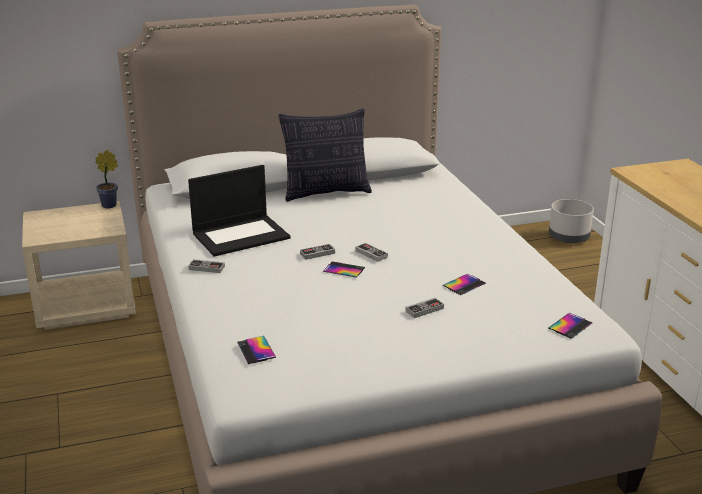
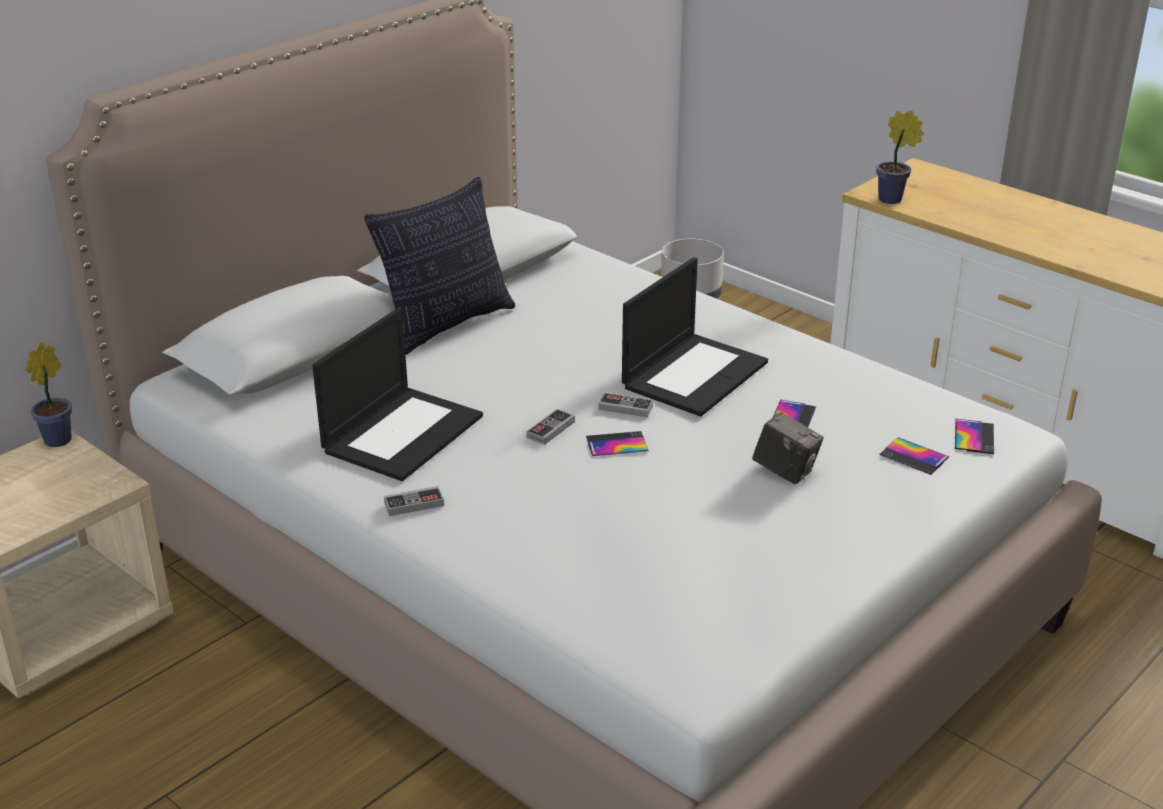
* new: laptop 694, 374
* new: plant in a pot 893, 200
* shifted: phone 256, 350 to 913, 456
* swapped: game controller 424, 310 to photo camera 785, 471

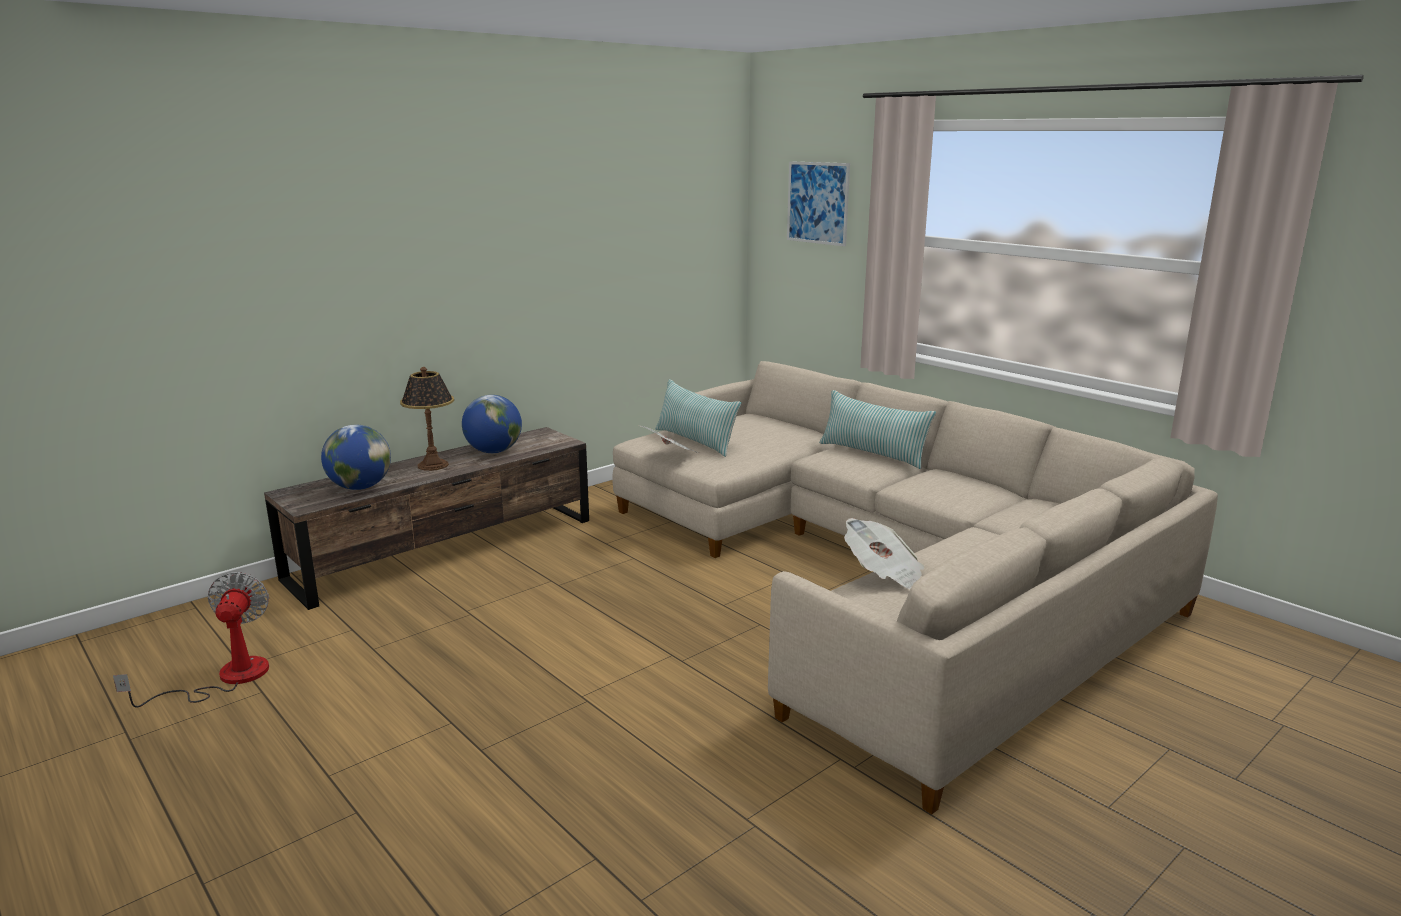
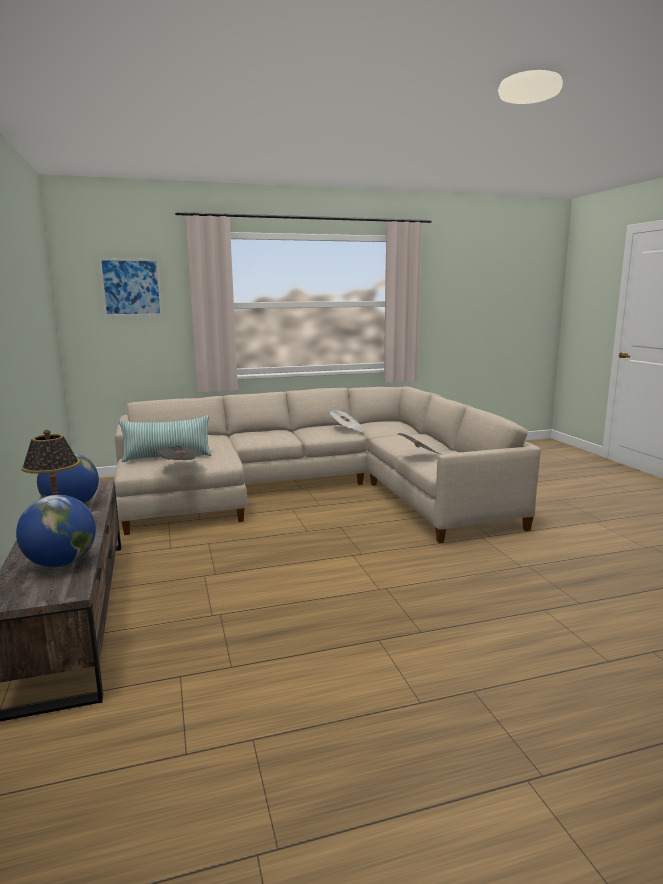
* gone: electric fan 226, 678
* gone: throw pillow 873, 453
* new: daily paper 347, 430

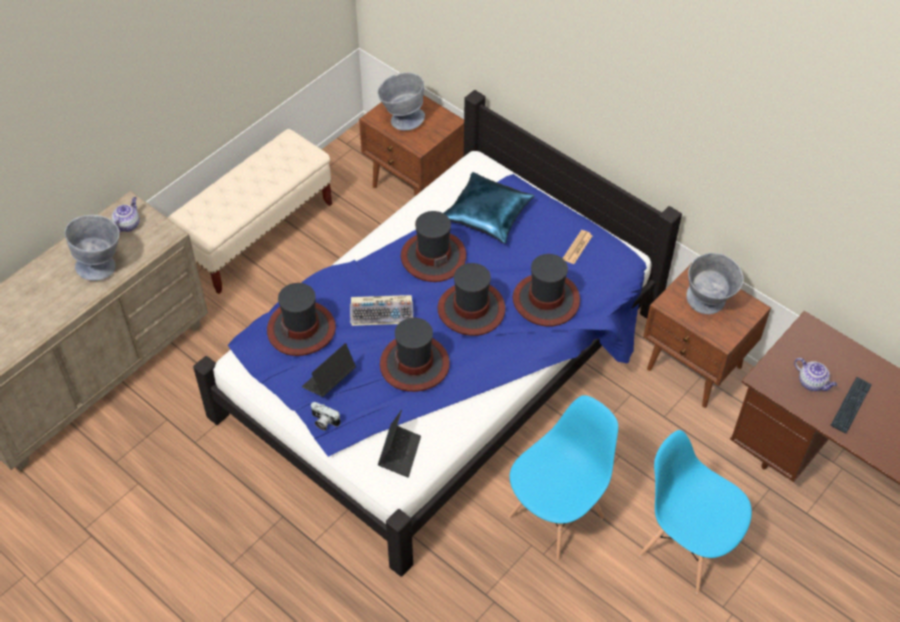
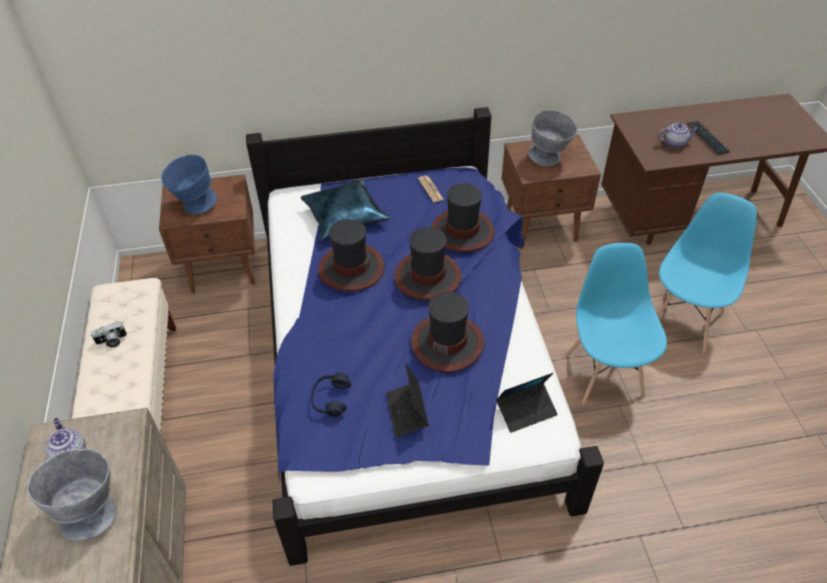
* gone: keyboard 382, 313
* shifted: photo camera 323, 421 to 111, 341
* swapped: hat 301, 329 to bluish headphones 331, 399
* repainted: grey serving bowl 401, 119 to bluish serving bowl 194, 205
* rotated: laptop 399, 453 = 526, 410 105 degrees clockwise
* rotated: bluish plain chair 685, 548 = 685, 320 135 degrees clockwise

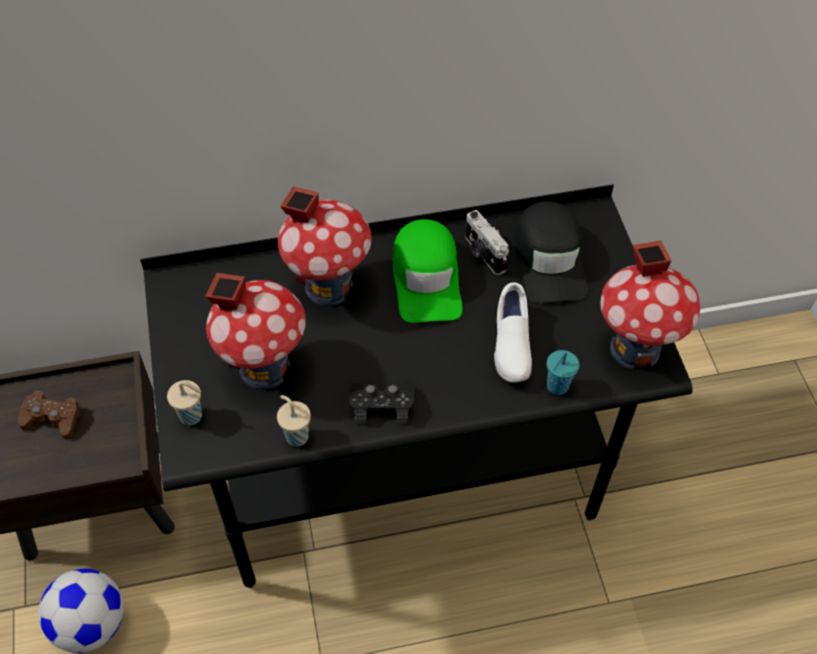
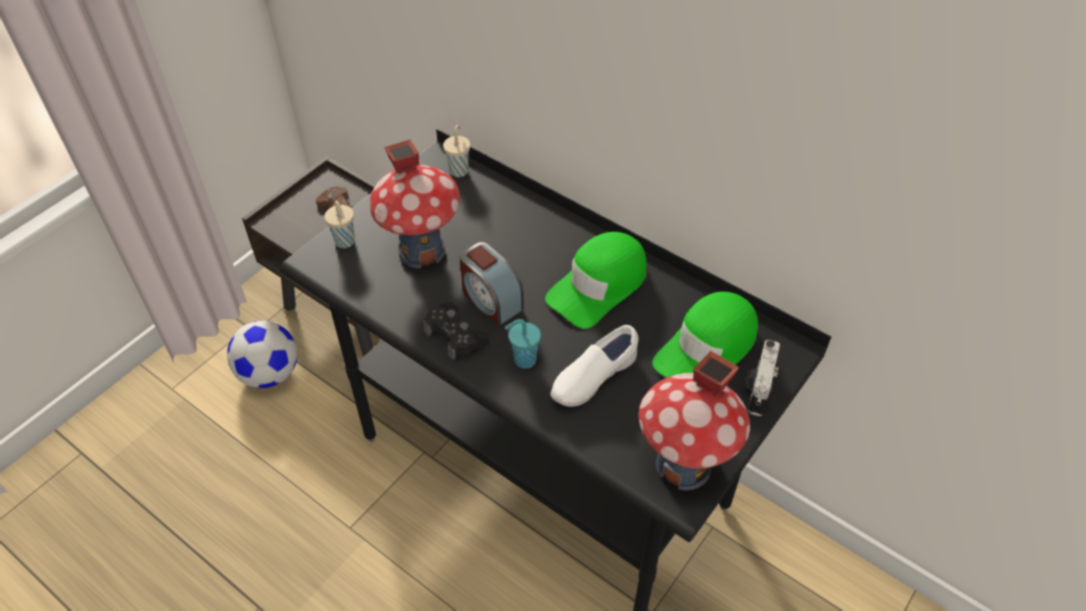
* gone: toy house 328, 286
* new: alarm clock 491, 300
* shifted: beige-coloured small cup 296, 435 to 459, 170
* shifted: photo camera 483, 254 to 758, 388
* shifted: turquoise-coloured small cup 556, 387 to 523, 360
* repainted: black-coloured cap 549, 259 to greenish cap 707, 349

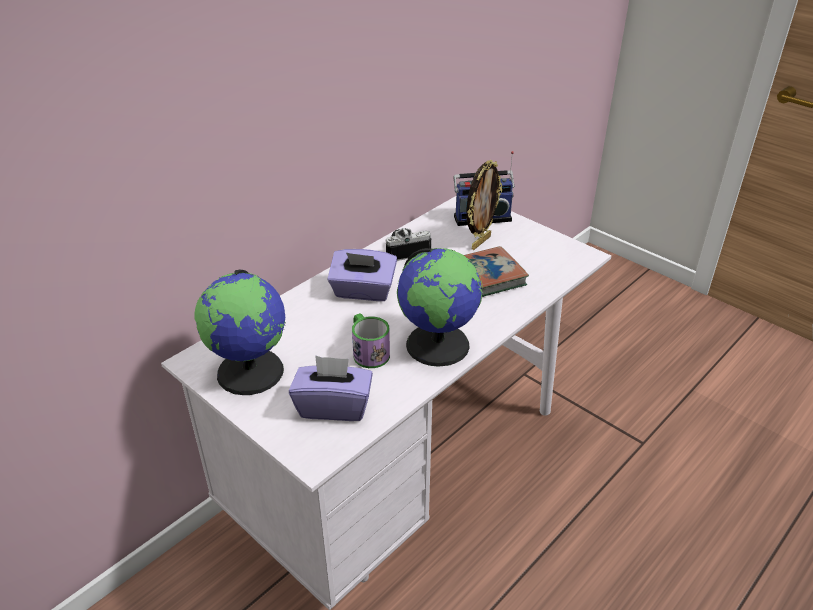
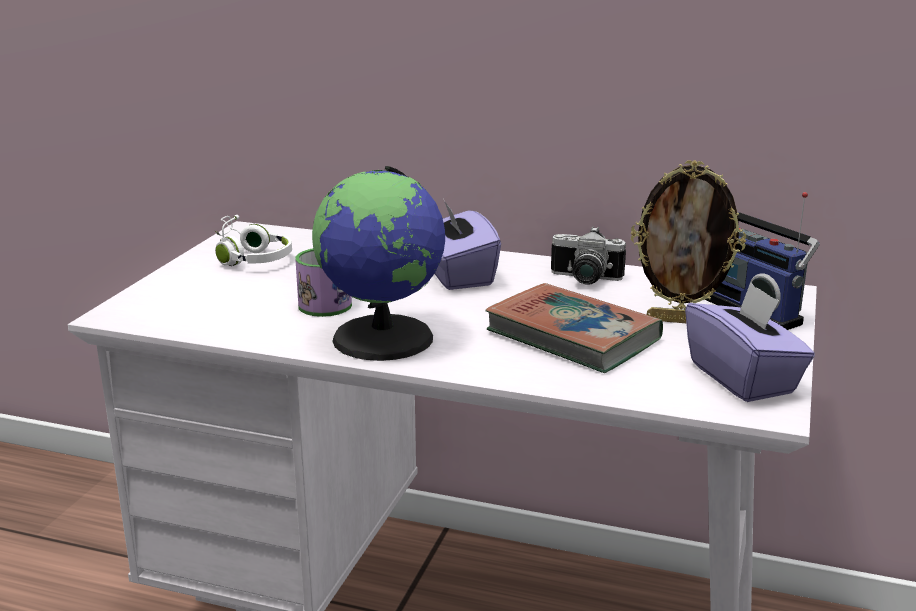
* shifted: purple-coloured box of tissues 334, 406 to 743, 378
* swapped: desk globe 251, 371 to white headphones 248, 257
* rotated: photo camera 405, 251 = 584, 279 150 degrees clockwise

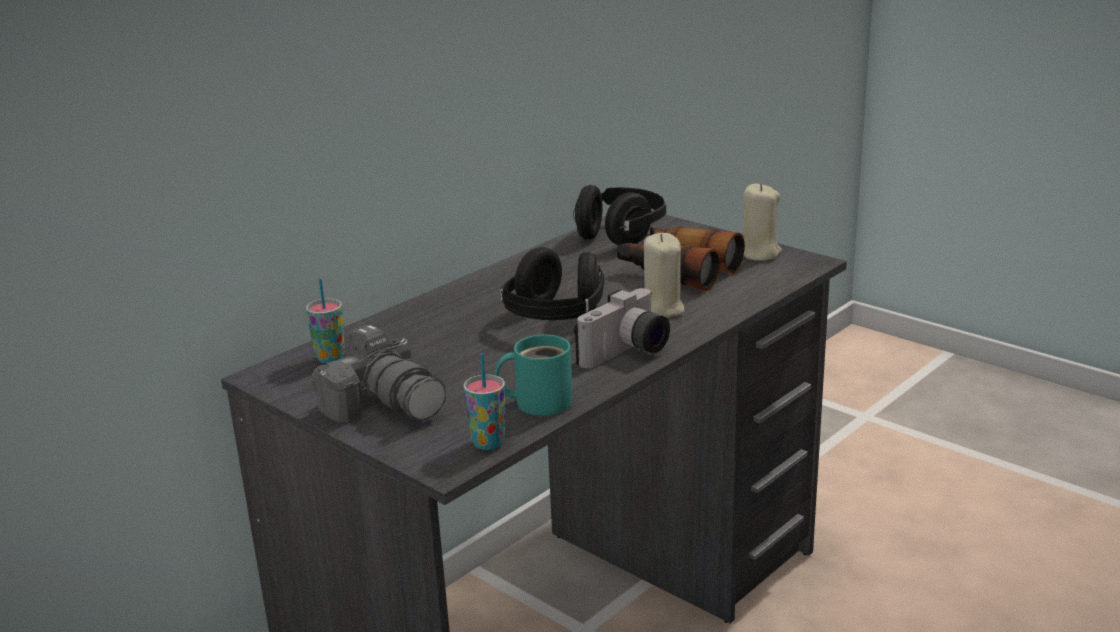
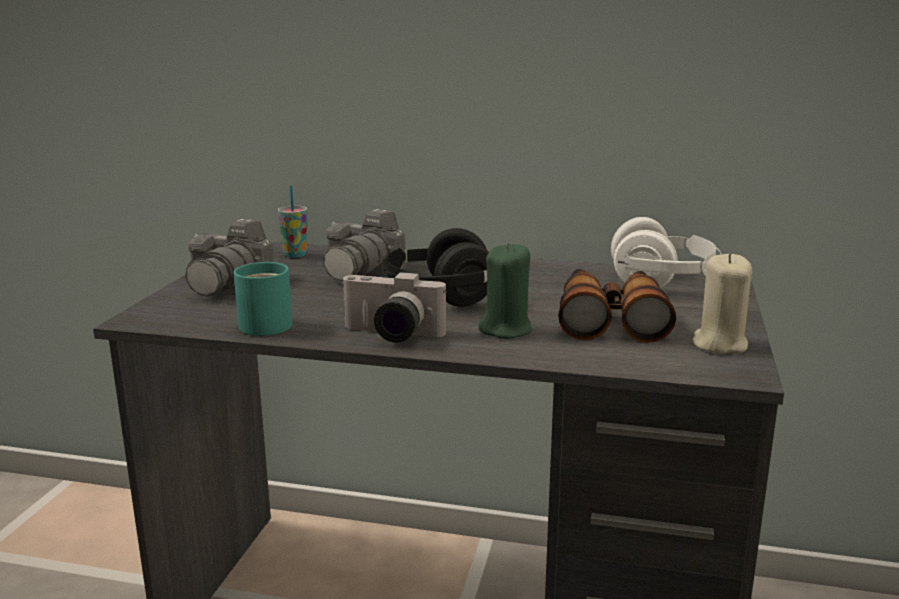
* gone: small cup 488, 443
* new: photo camera 363, 270
* repainted: black-coloured headphones 620, 235 to white headphones 663, 283
* repainted: beige-coloured candle 661, 309 to greenish candle 506, 329

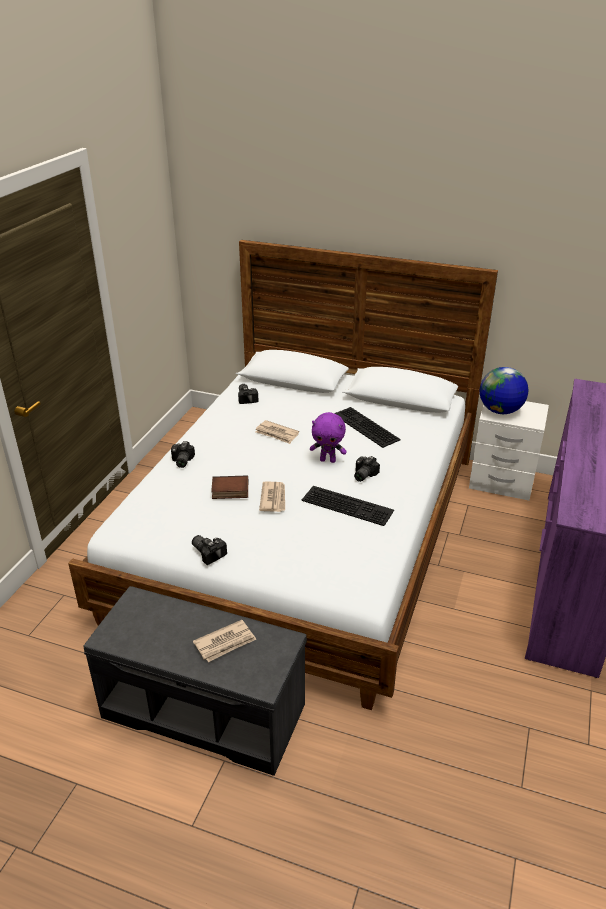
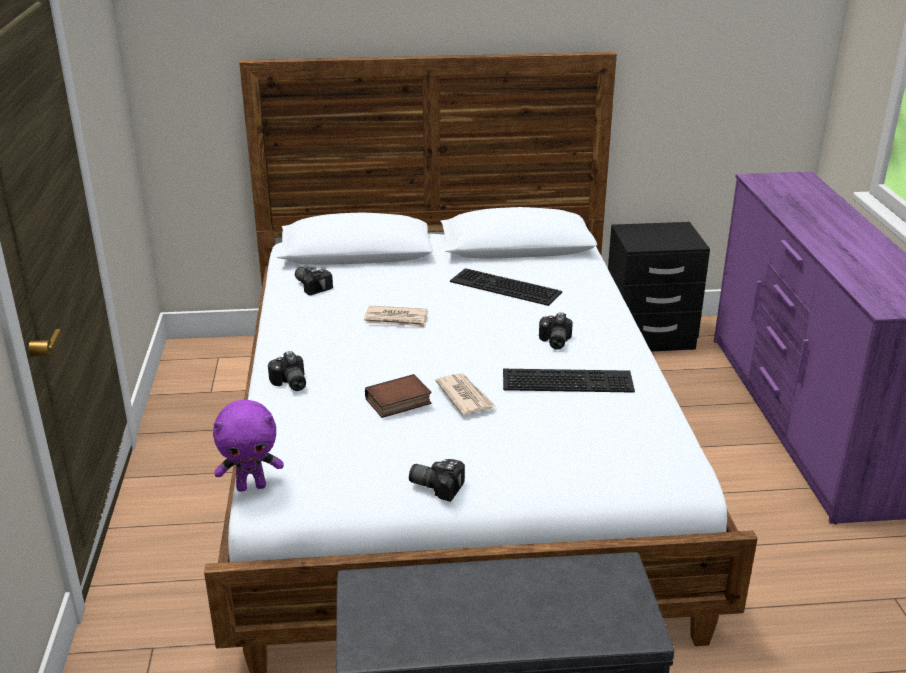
* gone: daily paper 225, 643
* gone: desk globe 500, 411
* shifted: purple-coloured cuddly toy 328, 460 to 251, 486
* repainted: white nightstand 501, 481 to black-coloured nightstand 648, 336

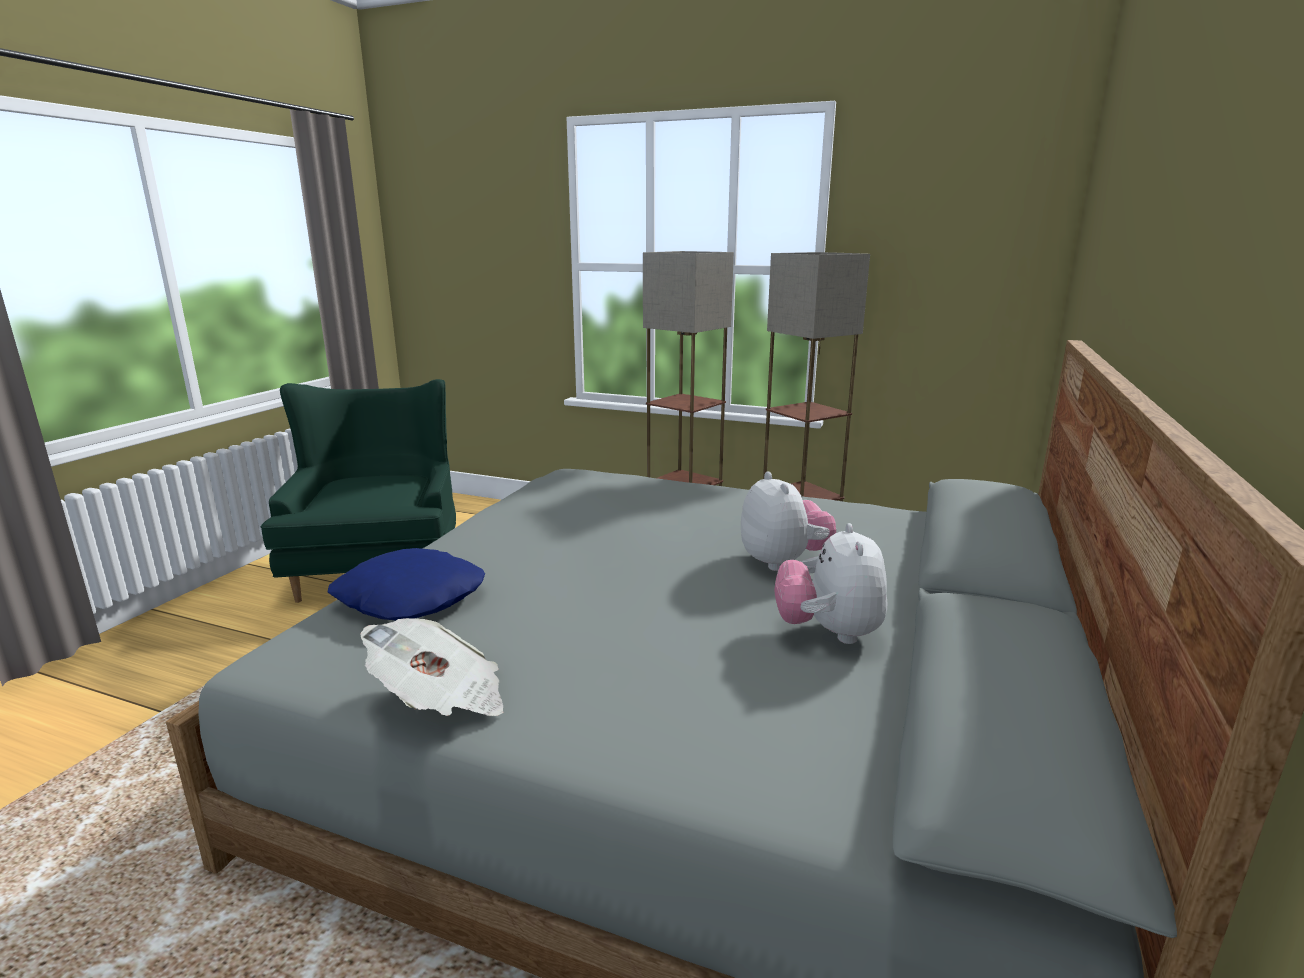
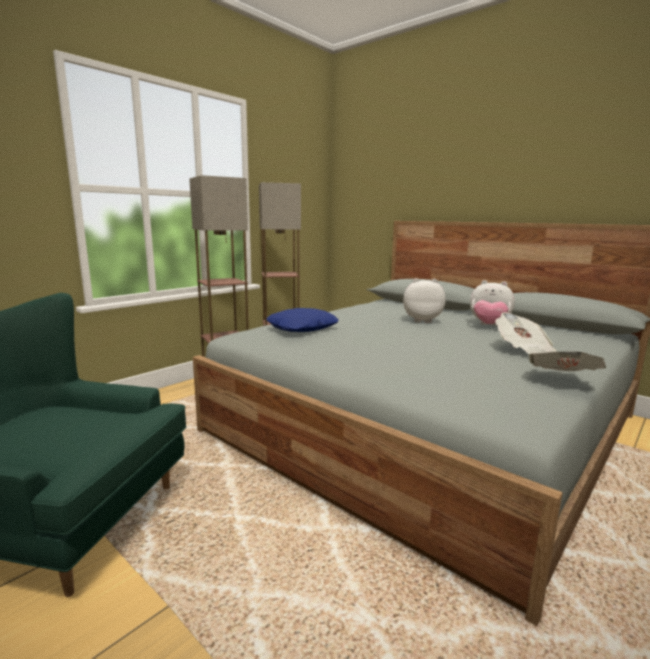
* new: daily paper 523, 351
* shifted: bluish throw pillow 409, 598 to 302, 328

